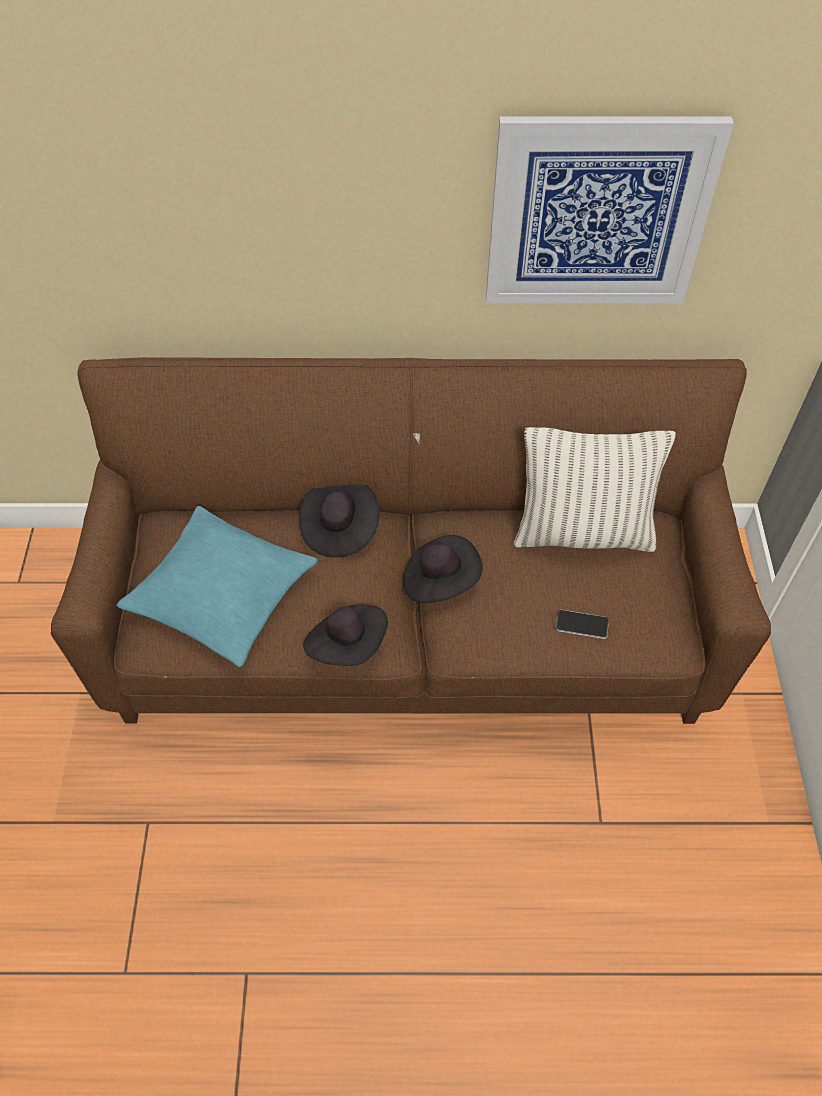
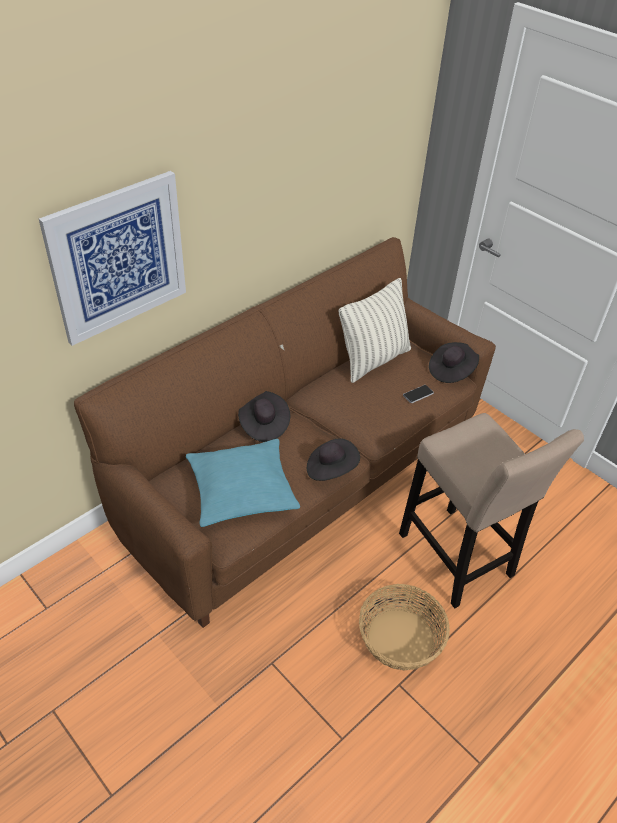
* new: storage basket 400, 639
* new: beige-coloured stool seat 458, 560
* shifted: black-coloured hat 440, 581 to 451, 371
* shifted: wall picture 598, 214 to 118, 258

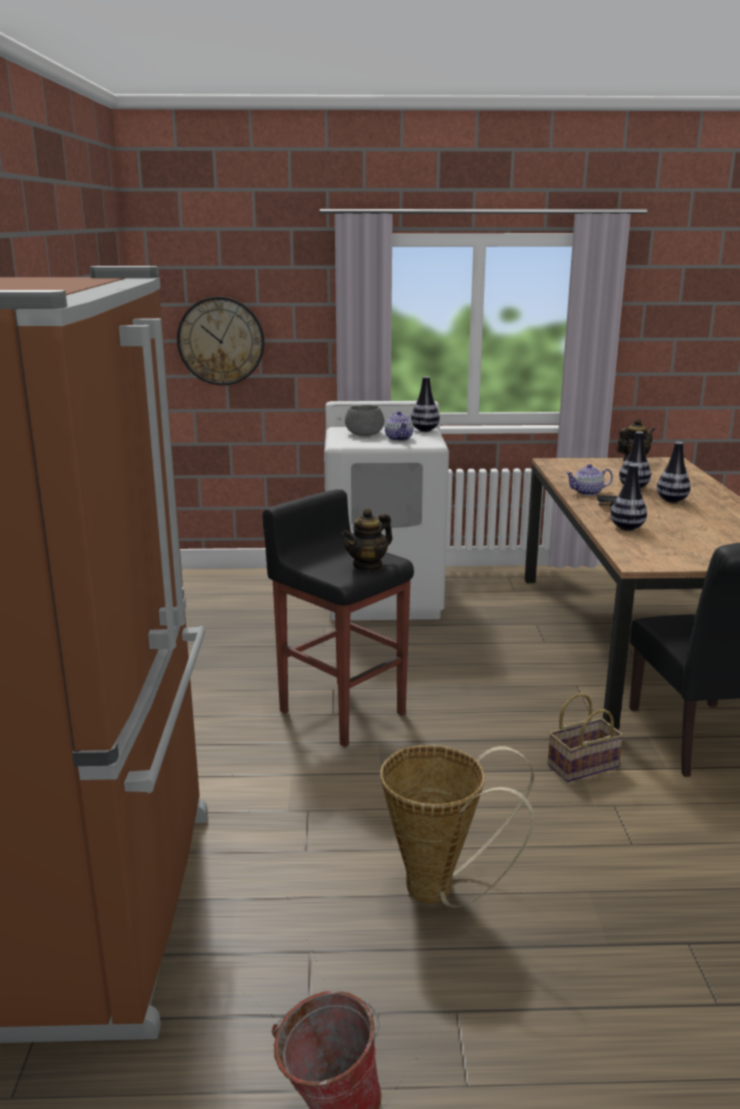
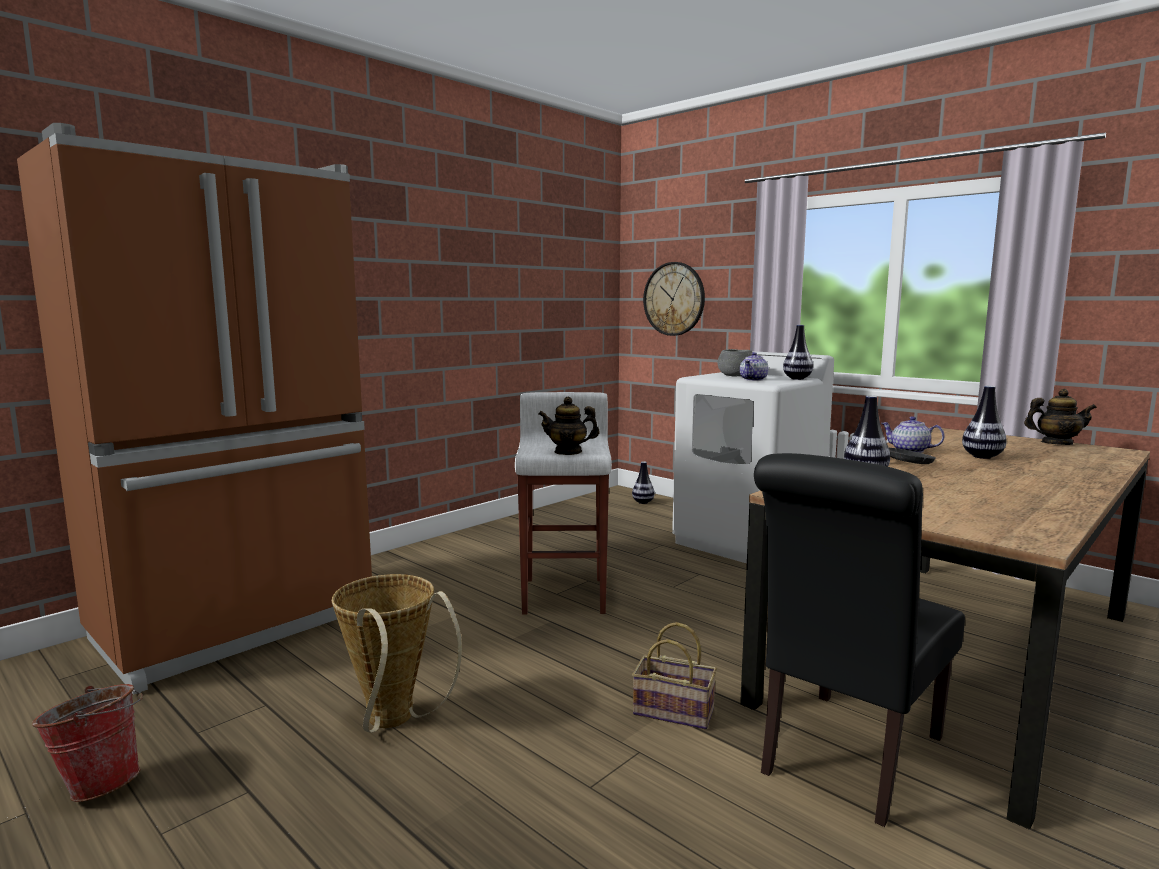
* shifted: flower vase 672, 500 to 643, 502
* repainted: black-coloured stool seat 342, 711 to white stool seat 565, 594

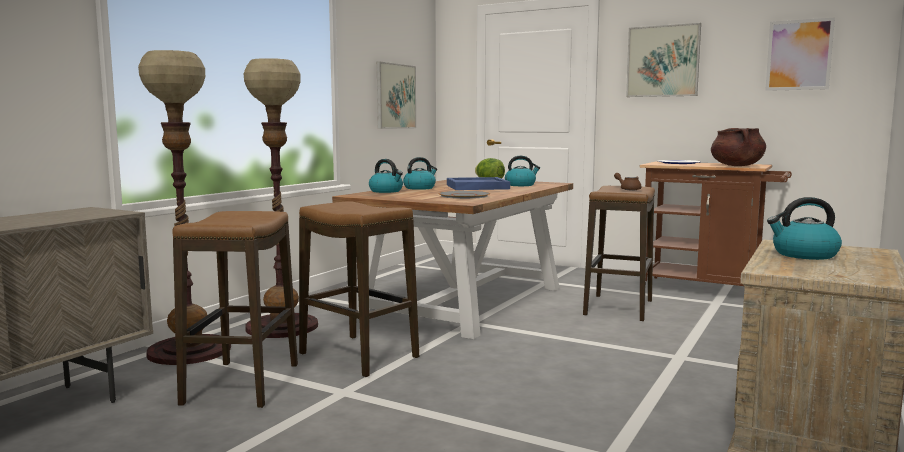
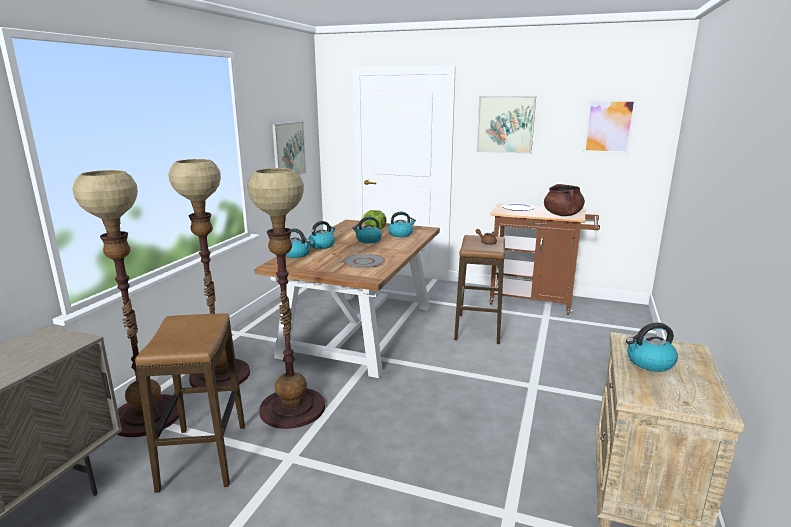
* swapped: stool seat 358, 356 to standing lamp 292, 408
* swapped: bluish serving tray 478, 187 to kettle 368, 240

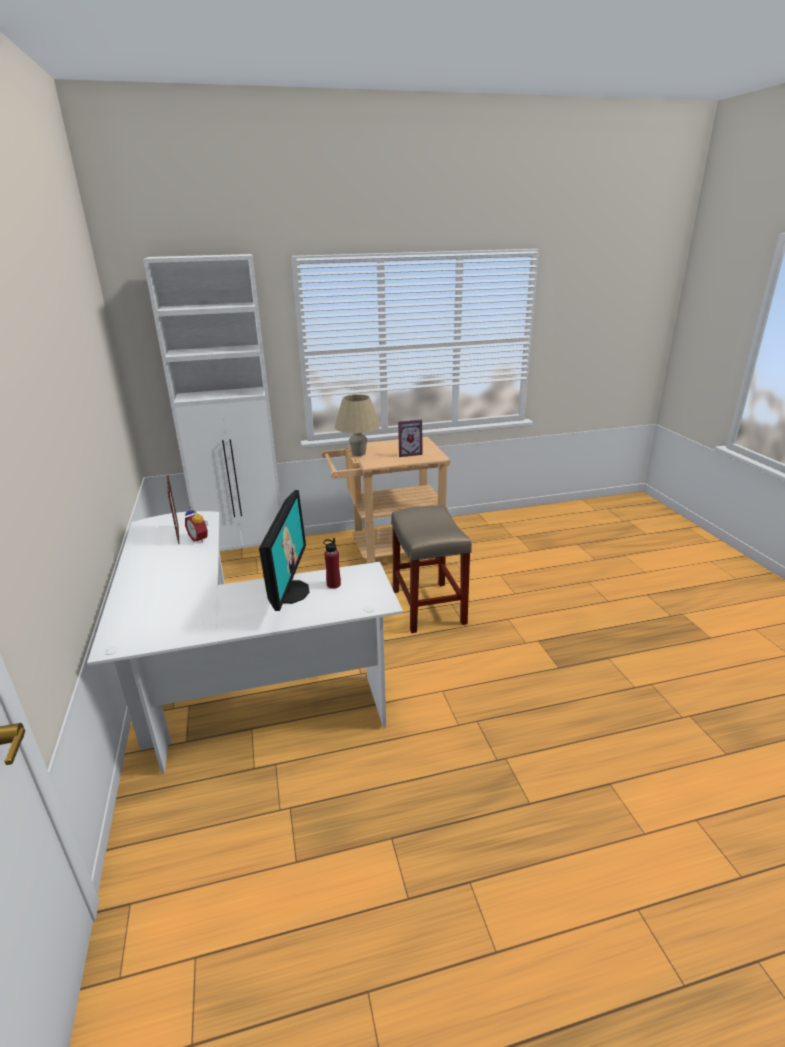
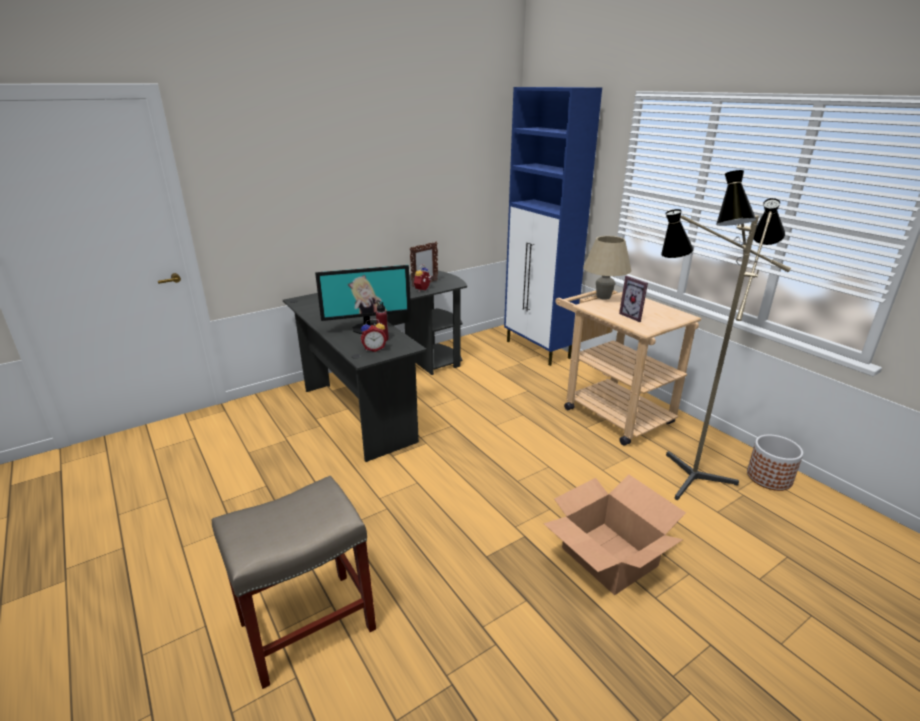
* new: alarm clock 374, 349
* new: packing box 608, 557
* new: standing lamp 683, 475
* new: planter 769, 477
* shifted: beige-coloured stool seat 429, 607 to 305, 626
* repainted: white desk 232, 689 to black-coloured desk 382, 391
* repainted: white storage cabinet 246, 555 to bluish storage cabinet 538, 350

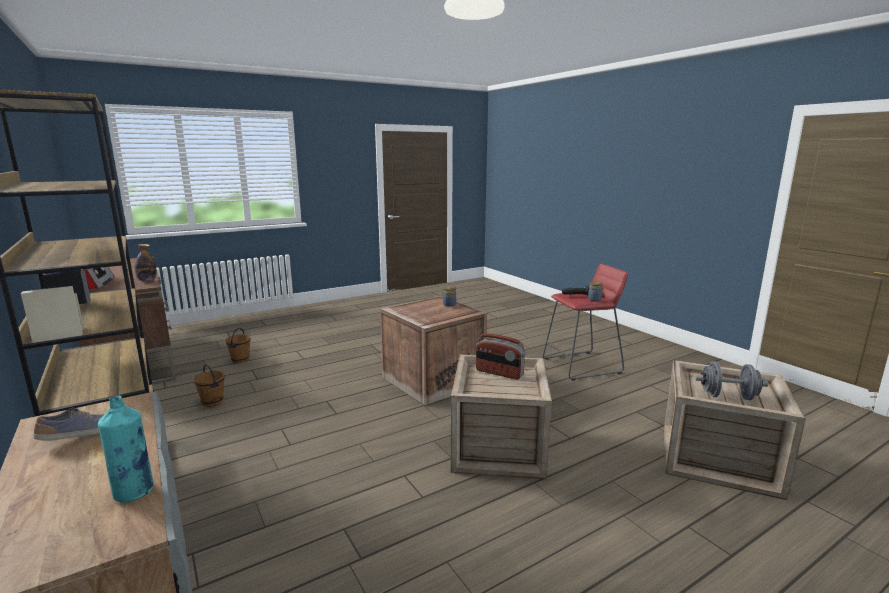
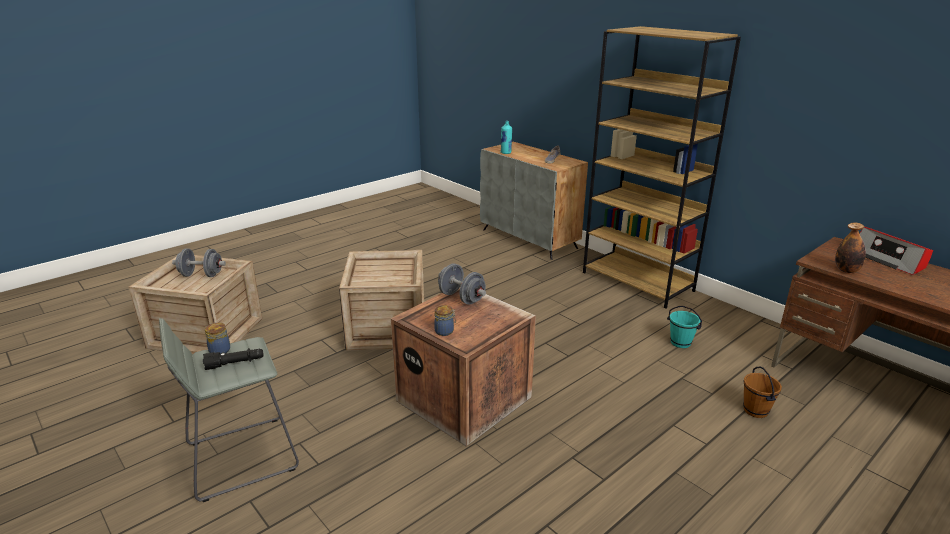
* gone: radio receiver 499, 373
* new: grey free weight 461, 298
* repainted: brownish bucket 213, 402 to turquoise-coloured bucket 680, 343
* repainted: reddish stool seat 581, 365 to grey stool seat 241, 457

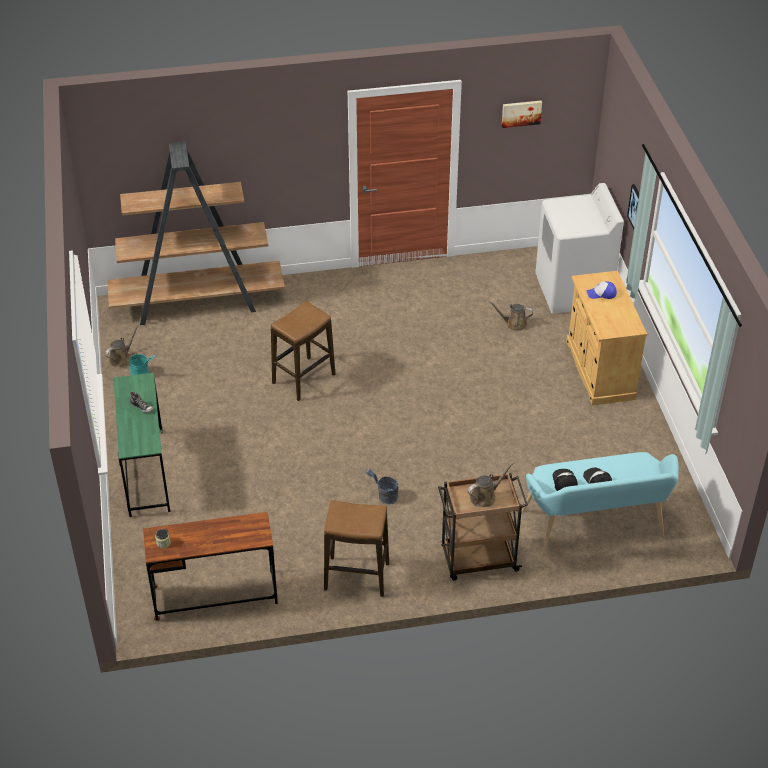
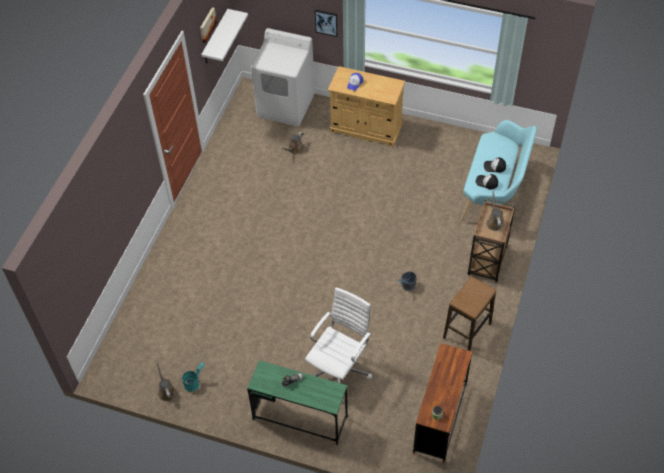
* gone: brownish shelving unit 198, 302
* gone: stool seat 304, 379
* new: white wall shelf 215, 38
* new: white desk chair 339, 369

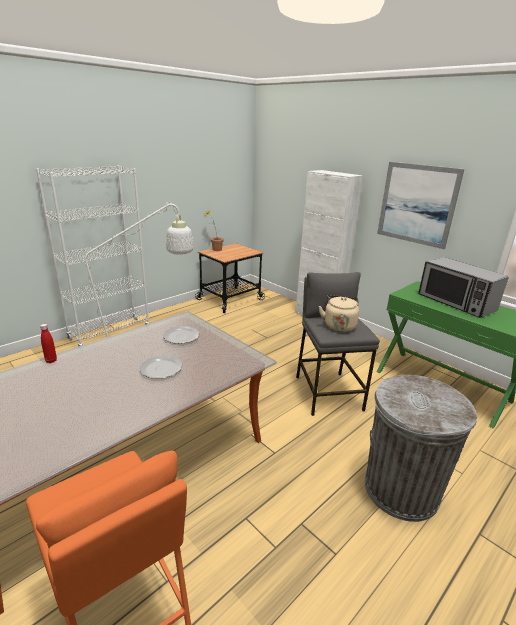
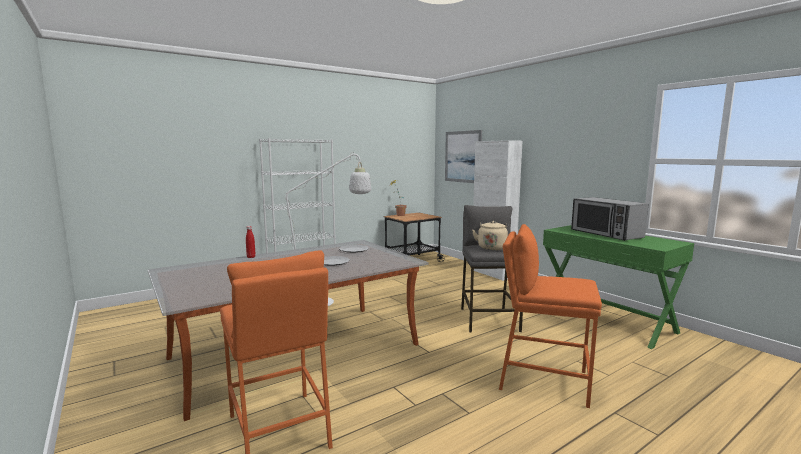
* shifted: wall picture 417, 204 to 462, 156
* swapped: grey waste bin 401, 489 to orange stool seat 543, 380

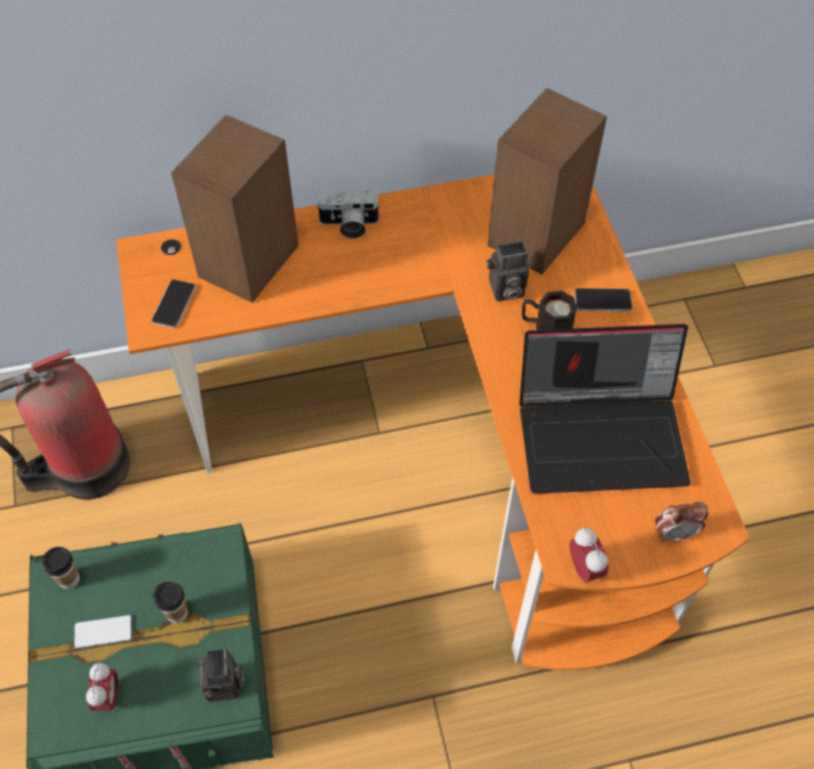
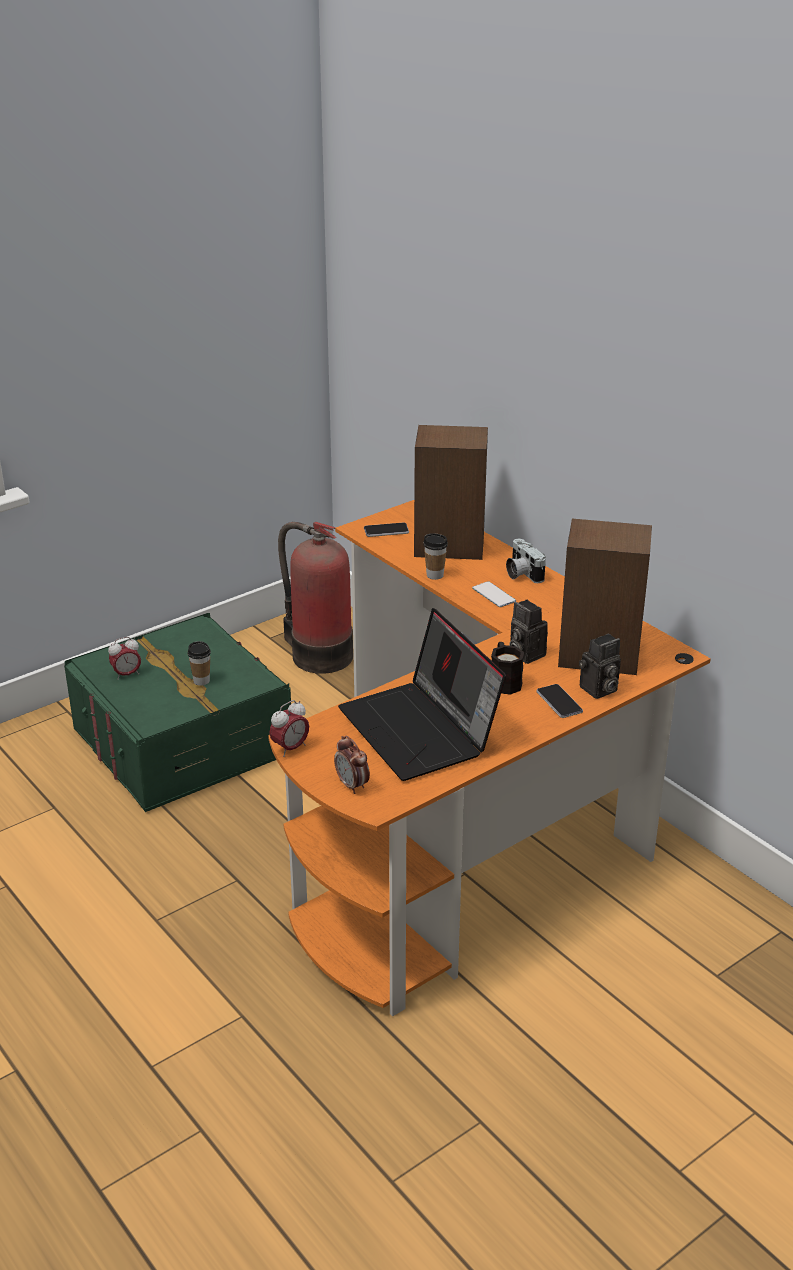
* shifted: small cup 69, 579 to 435, 575
* shifted: phone 103, 631 to 494, 595
* shifted: photo camera 225, 686 to 598, 690

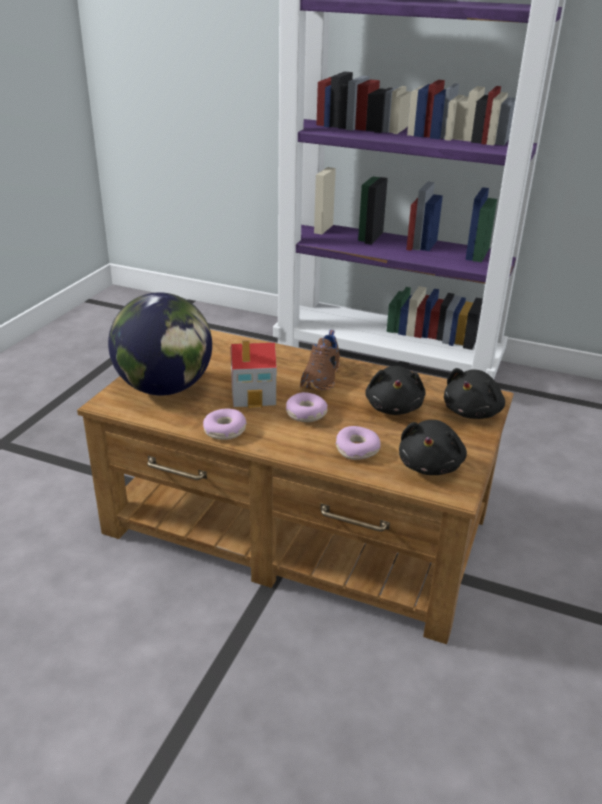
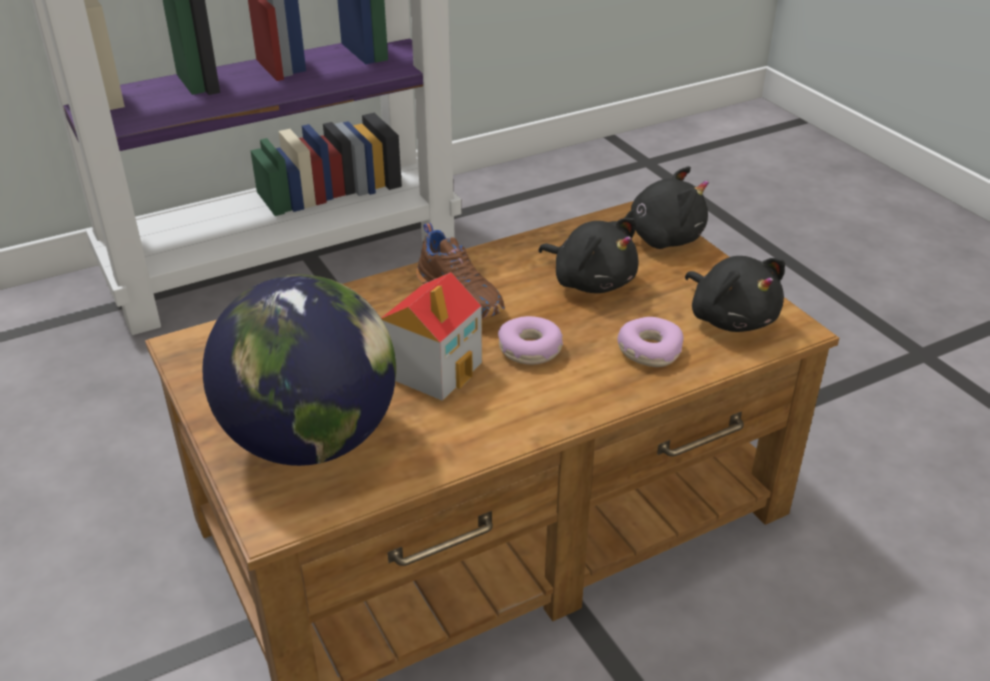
* gone: donut 225, 431
* rotated: black-coloured cuddly toy 473, 412 = 659, 238 75 degrees counterclockwise

